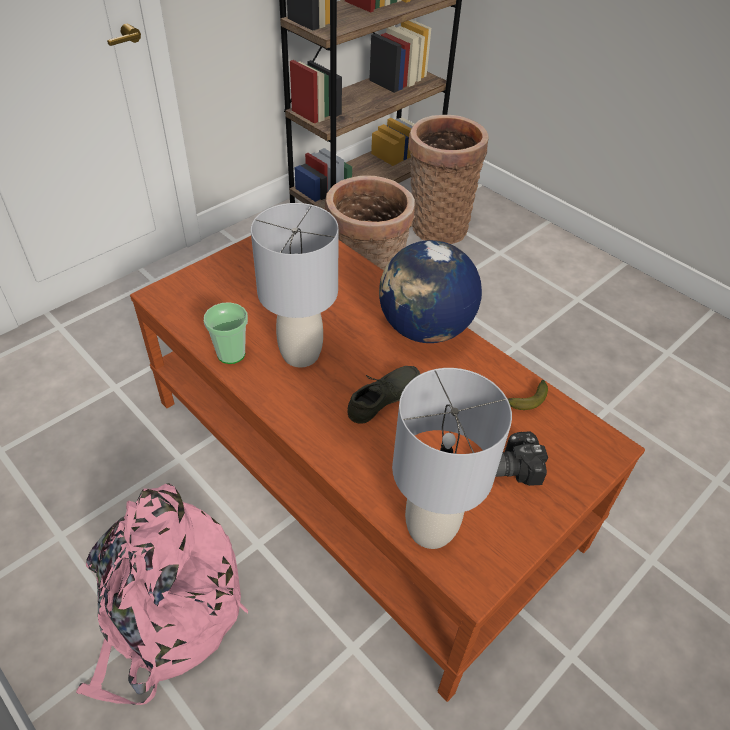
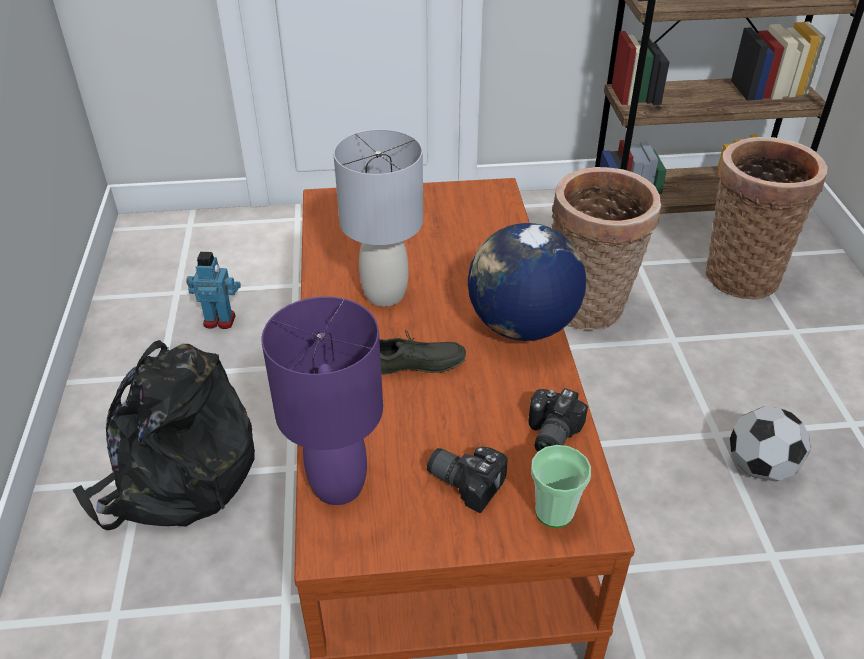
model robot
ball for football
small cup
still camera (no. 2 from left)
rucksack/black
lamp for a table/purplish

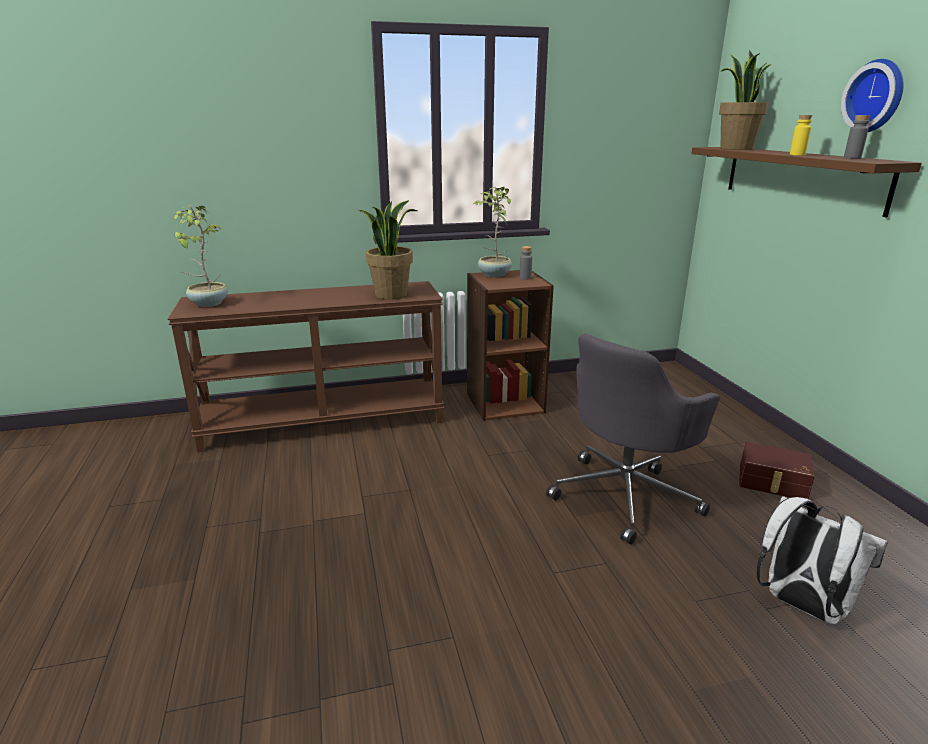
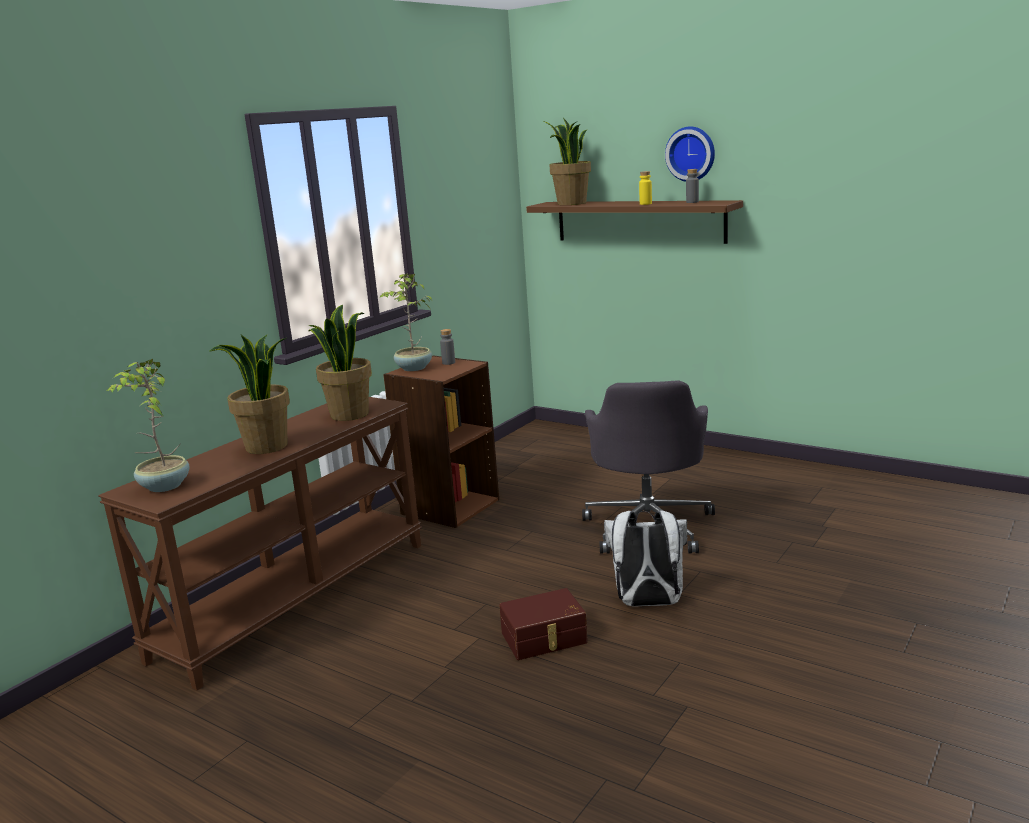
houseplant (no. 2 from left)
storage container/brownish
rucksack/white

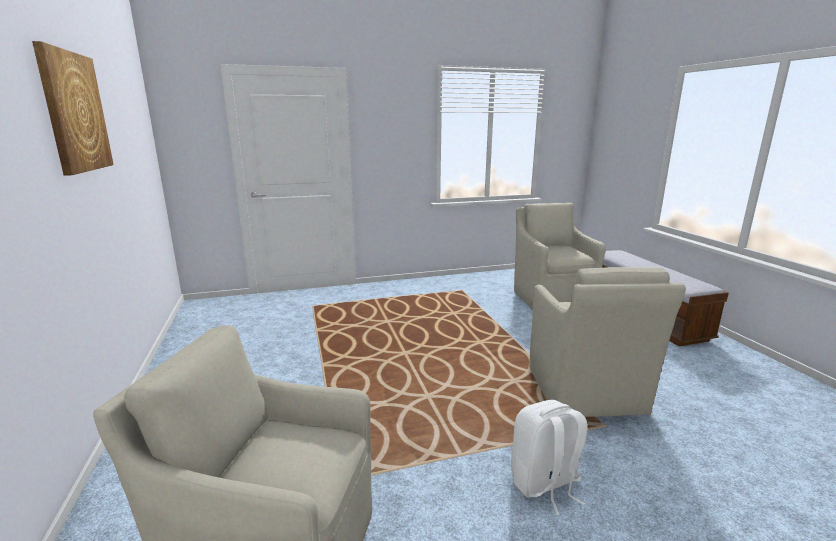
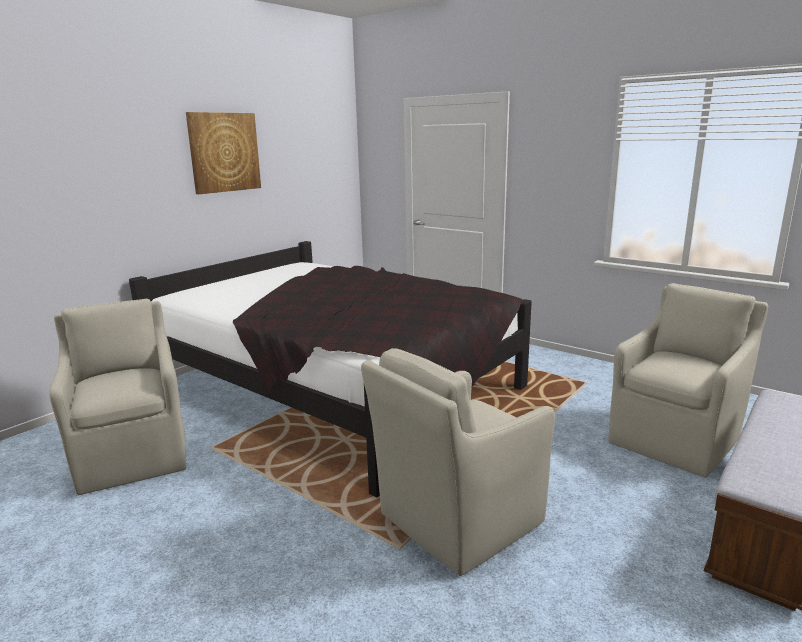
rucksack/white
bedroom bed/black

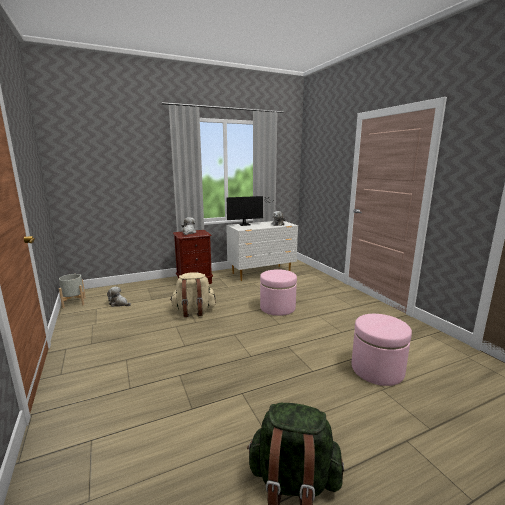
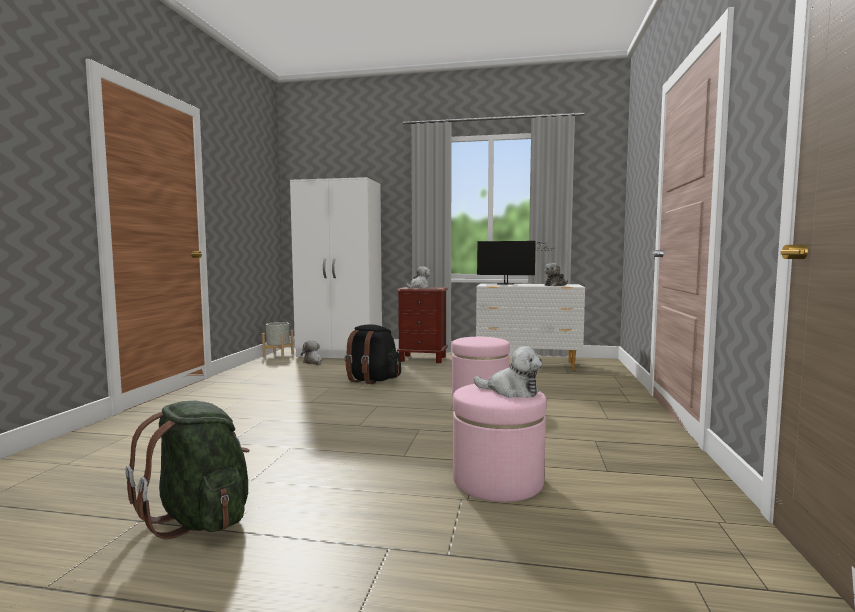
wardrobe/white
cuddly toy (no. 3 from left)
rucksack/black

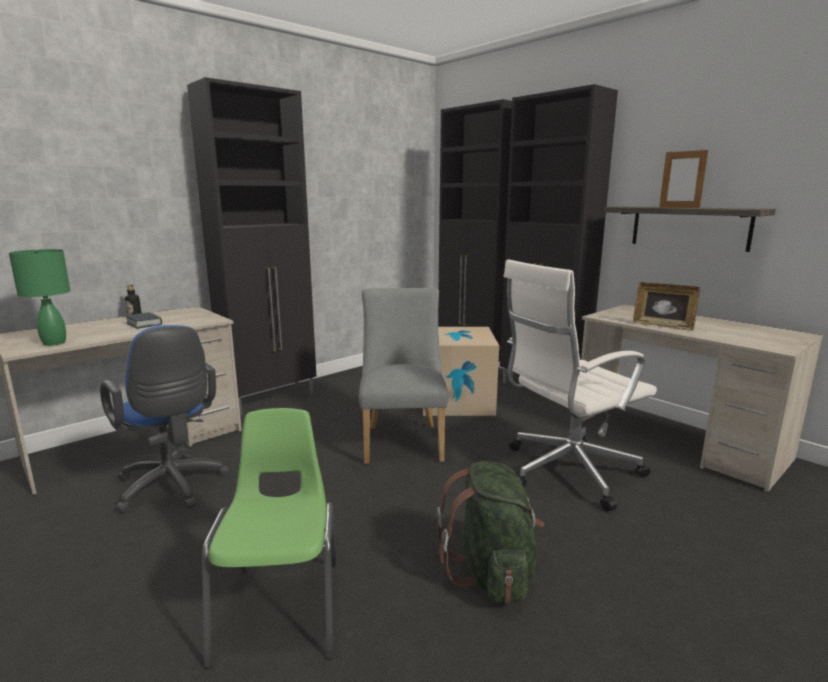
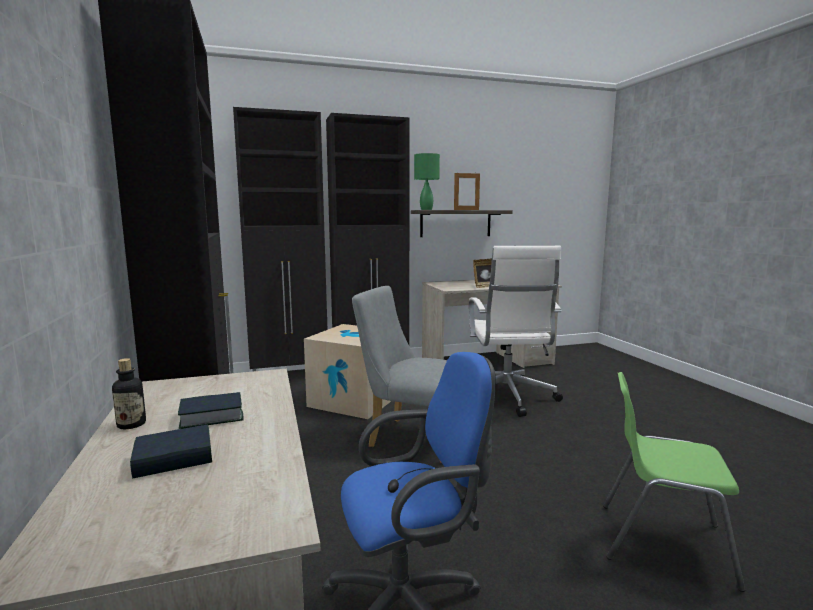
rucksack/green-coloured
book (no. 1 from left)
lamp for a table/green-coloured

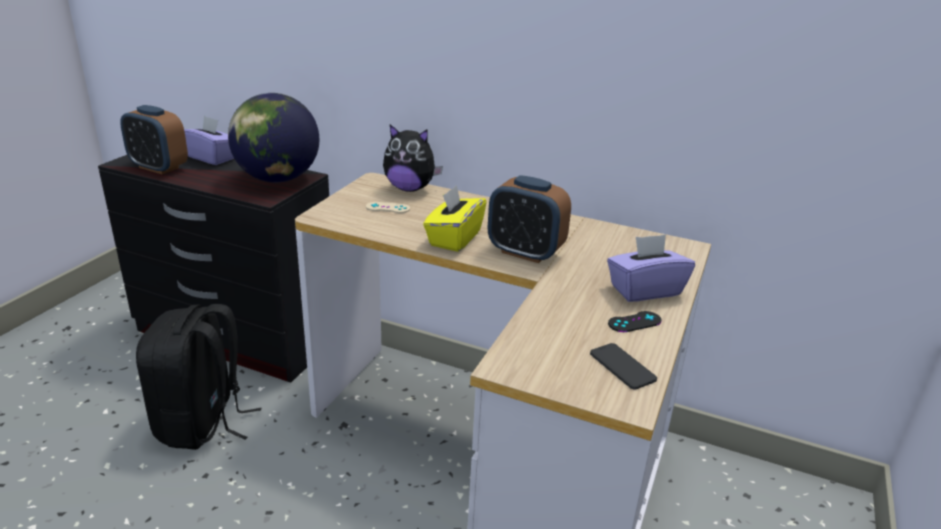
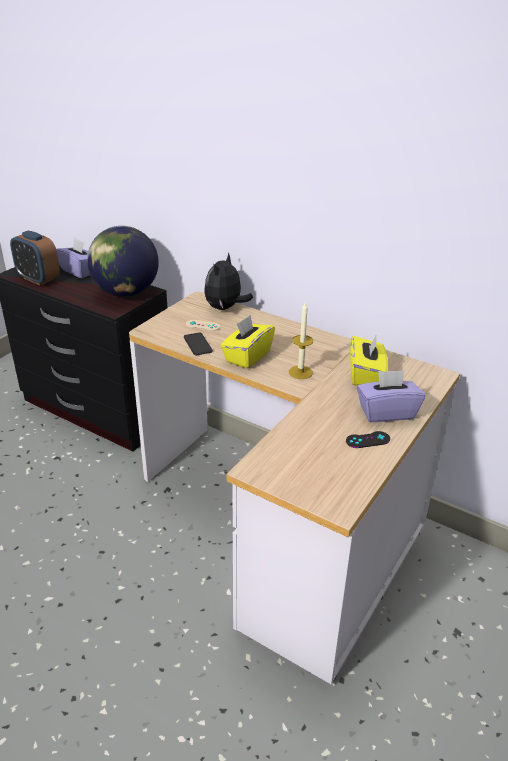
rucksack/black
box of tissues/yellow-coloured (no. 2 from left)
phone
wax light
cuddly toy

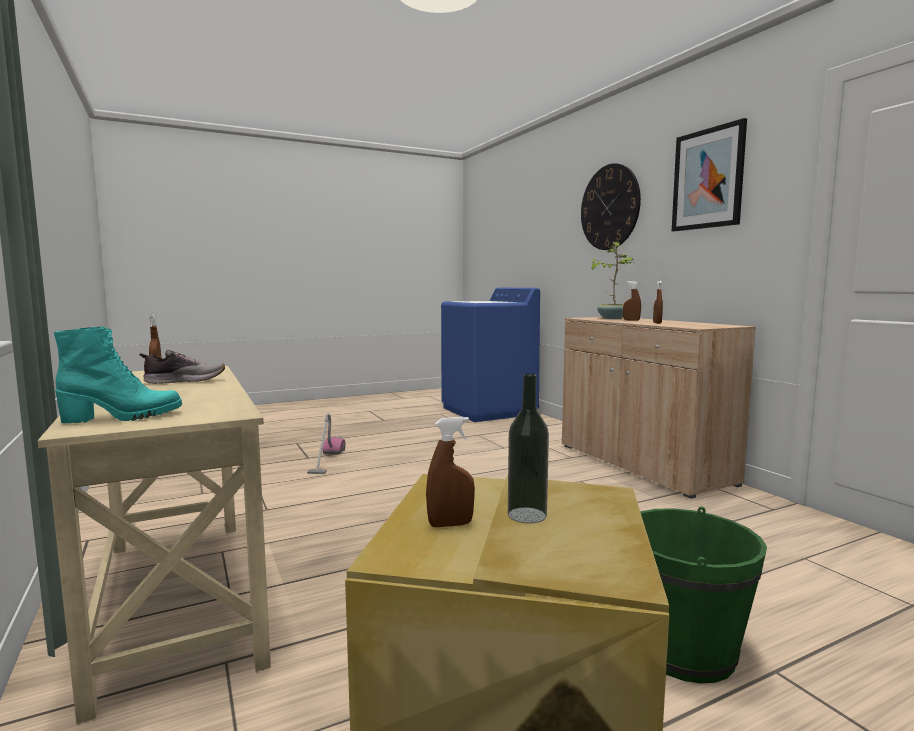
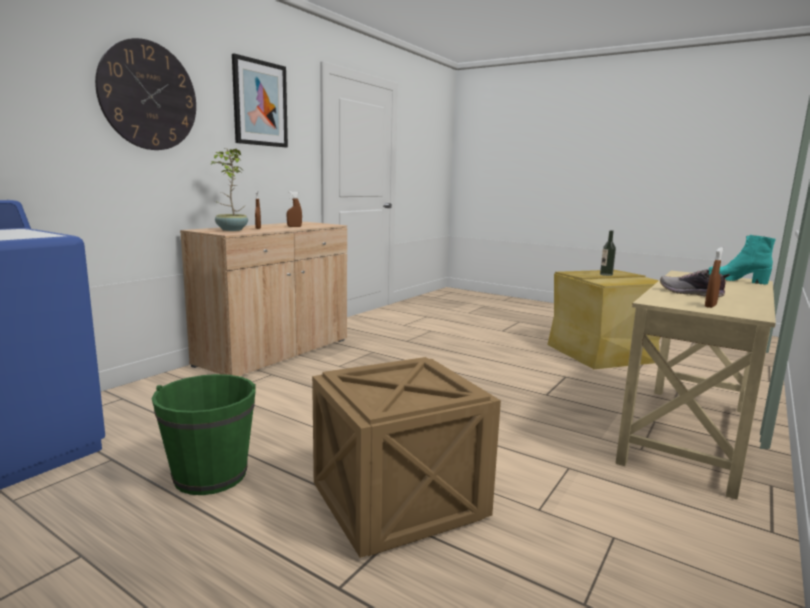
sprayer/brownish (no. 2 from left in the first image)
pail/green-coloured
shipping crate

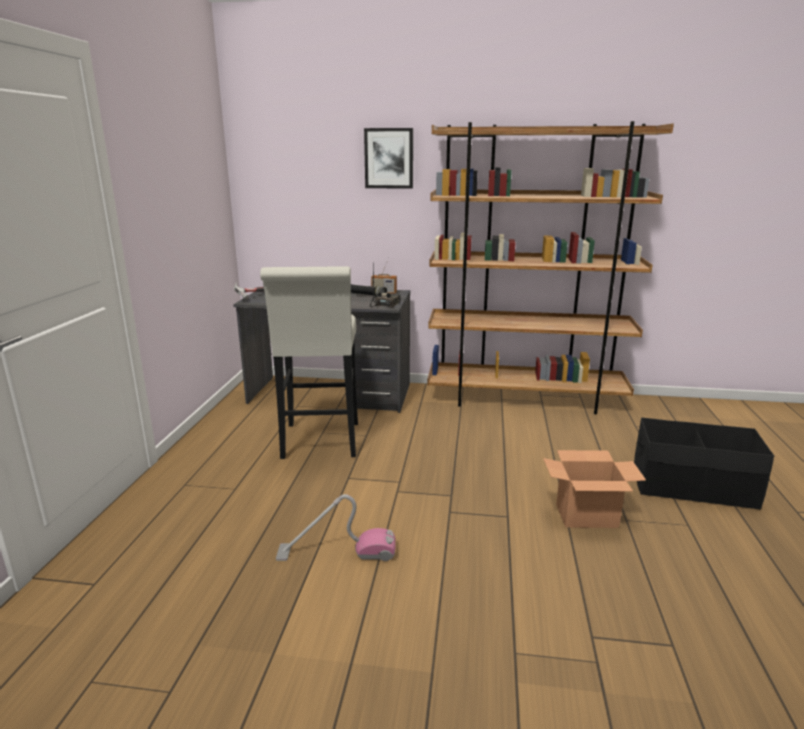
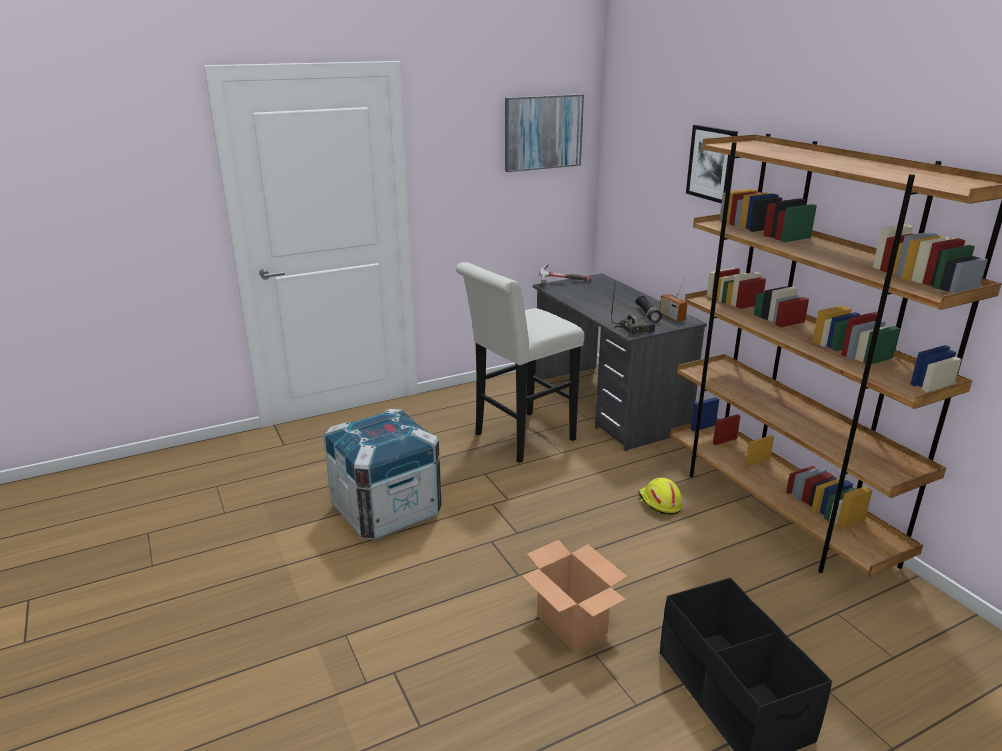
picture (no. 1 from left)
safety helmet/yellow-coloured
shipping crate

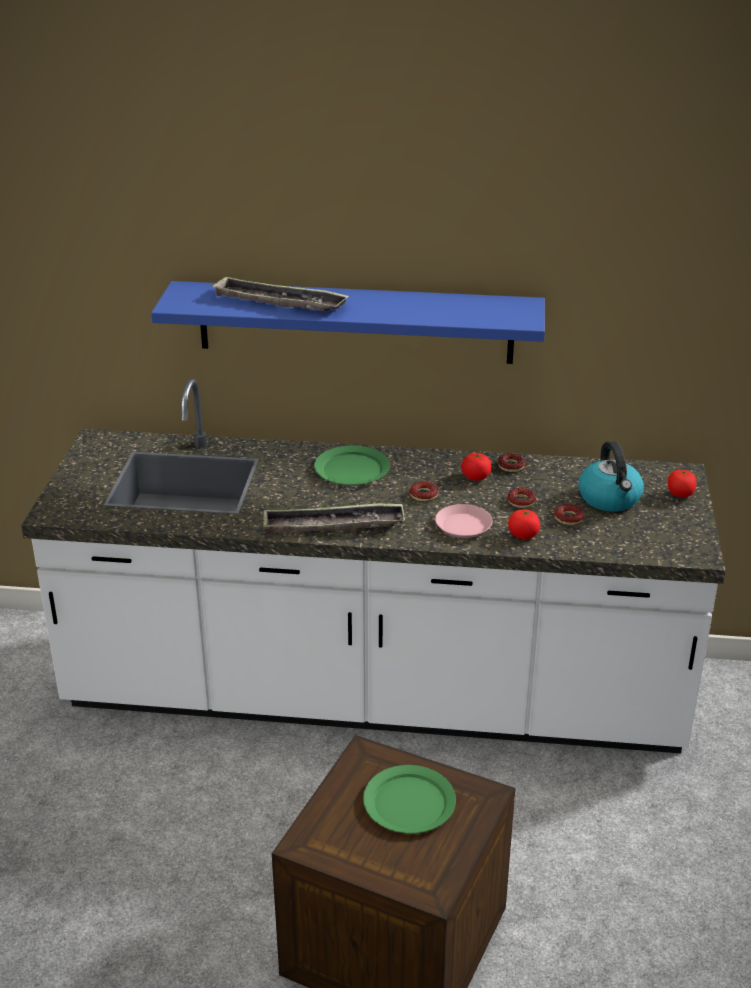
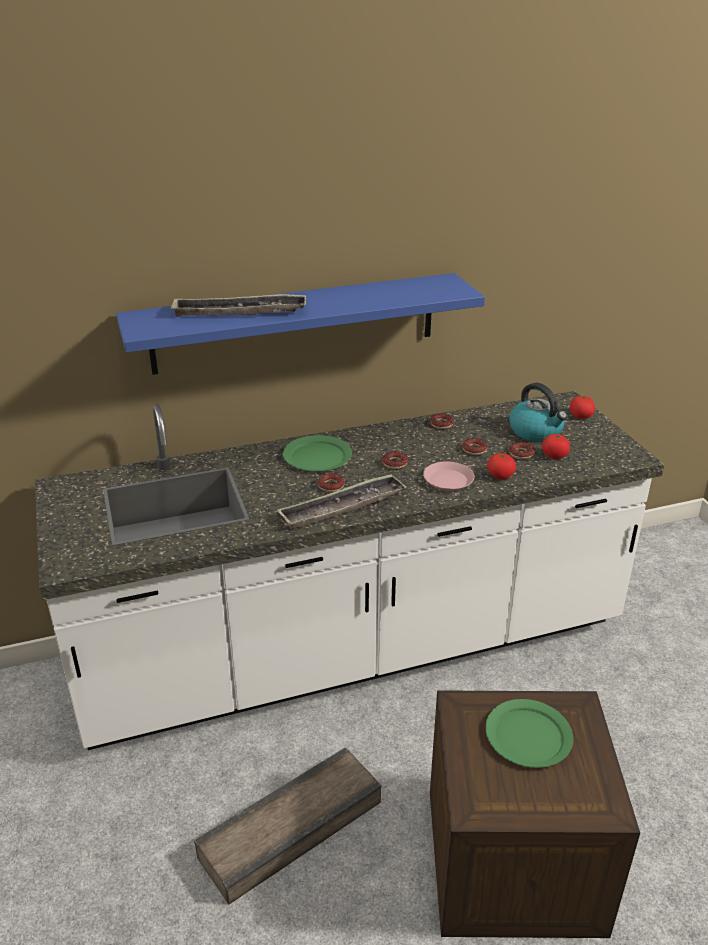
shipping crate (no. 1 from left)
doughnut (no. 1 from left)
fresh tomato (no. 2 from left)

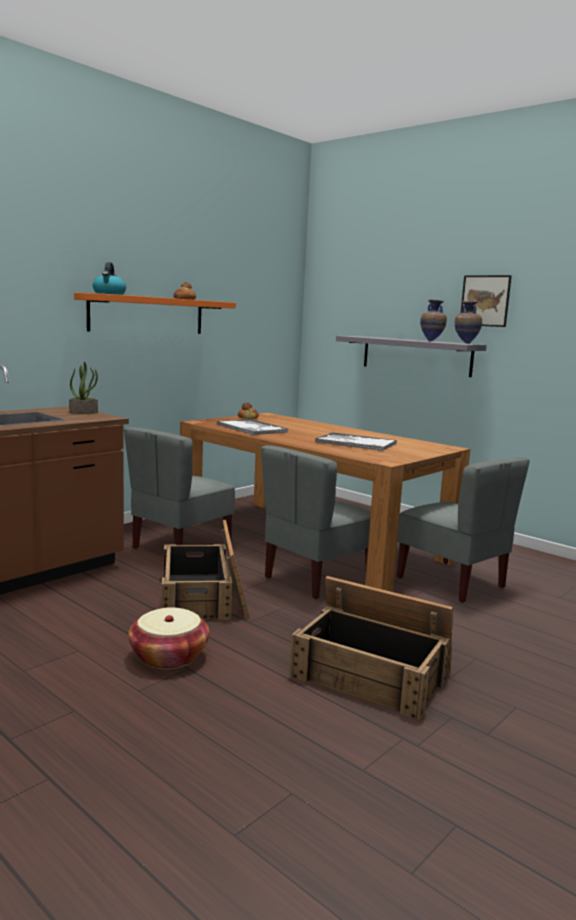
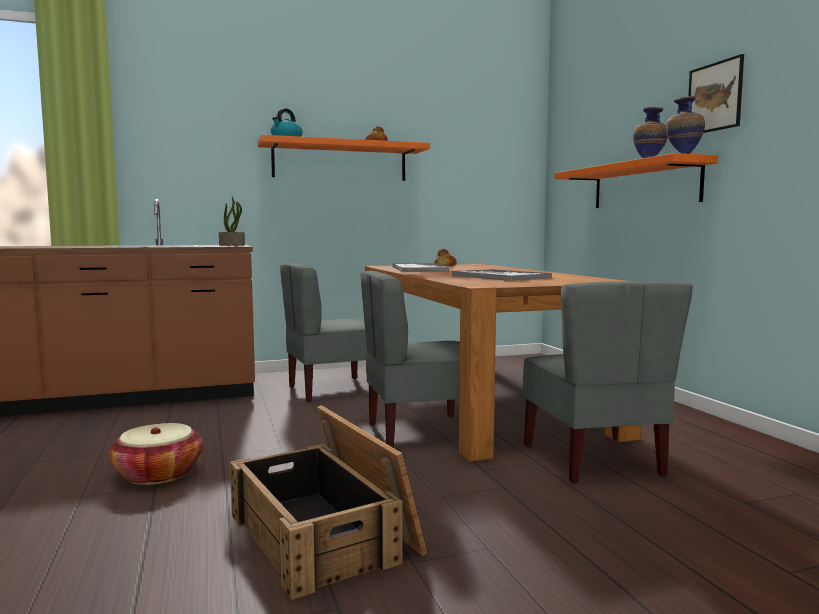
shipping crate (no. 1 from left in the first image)
bracket shelf/orange (no. 2 from left)

